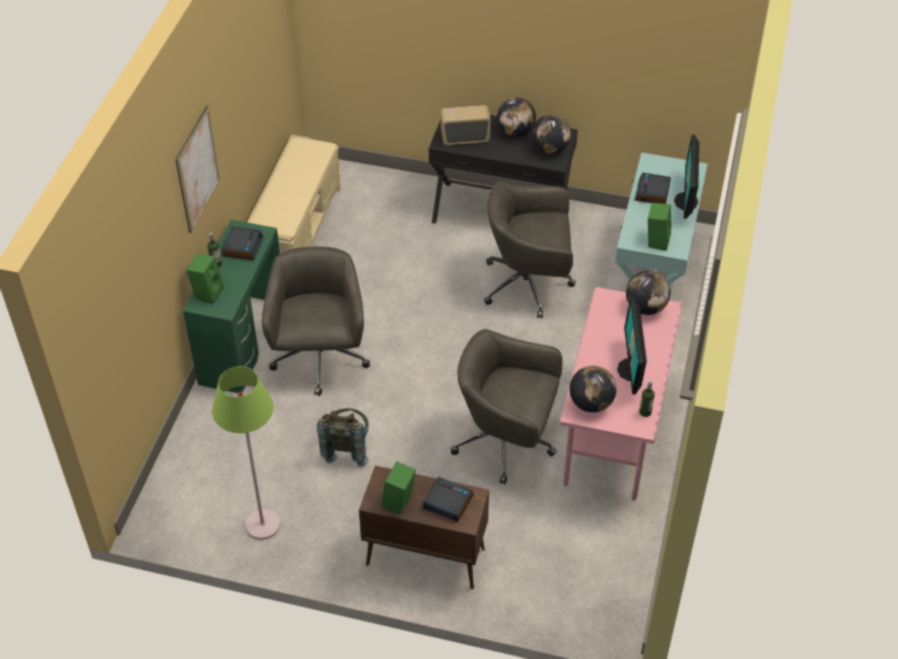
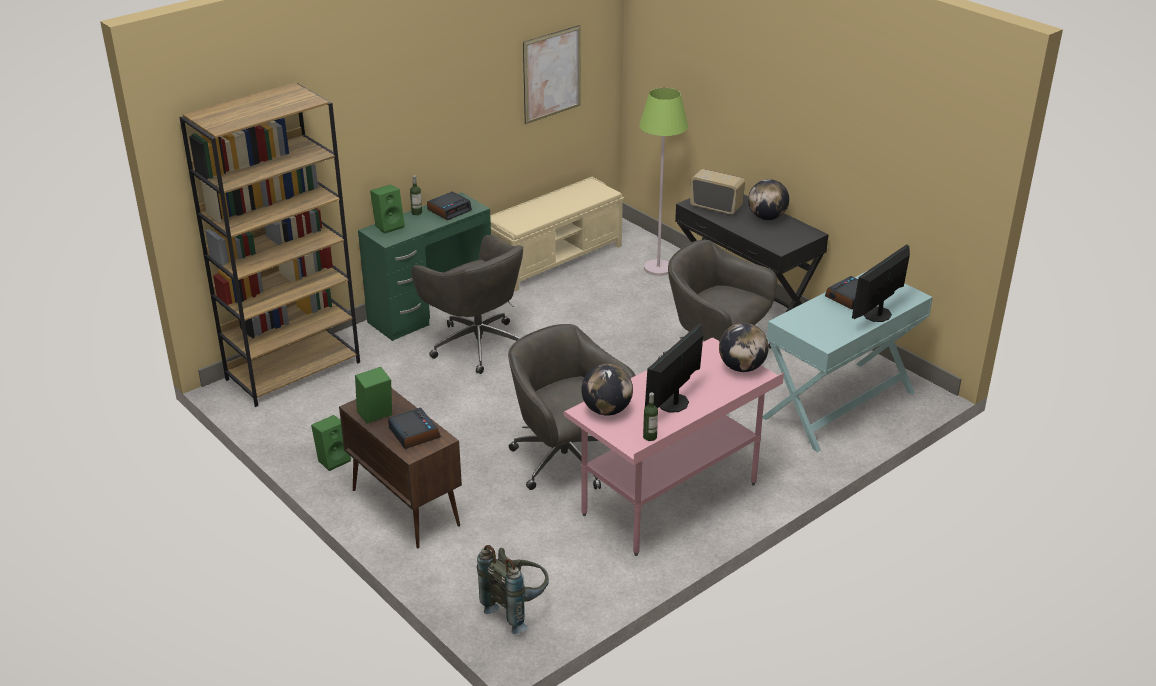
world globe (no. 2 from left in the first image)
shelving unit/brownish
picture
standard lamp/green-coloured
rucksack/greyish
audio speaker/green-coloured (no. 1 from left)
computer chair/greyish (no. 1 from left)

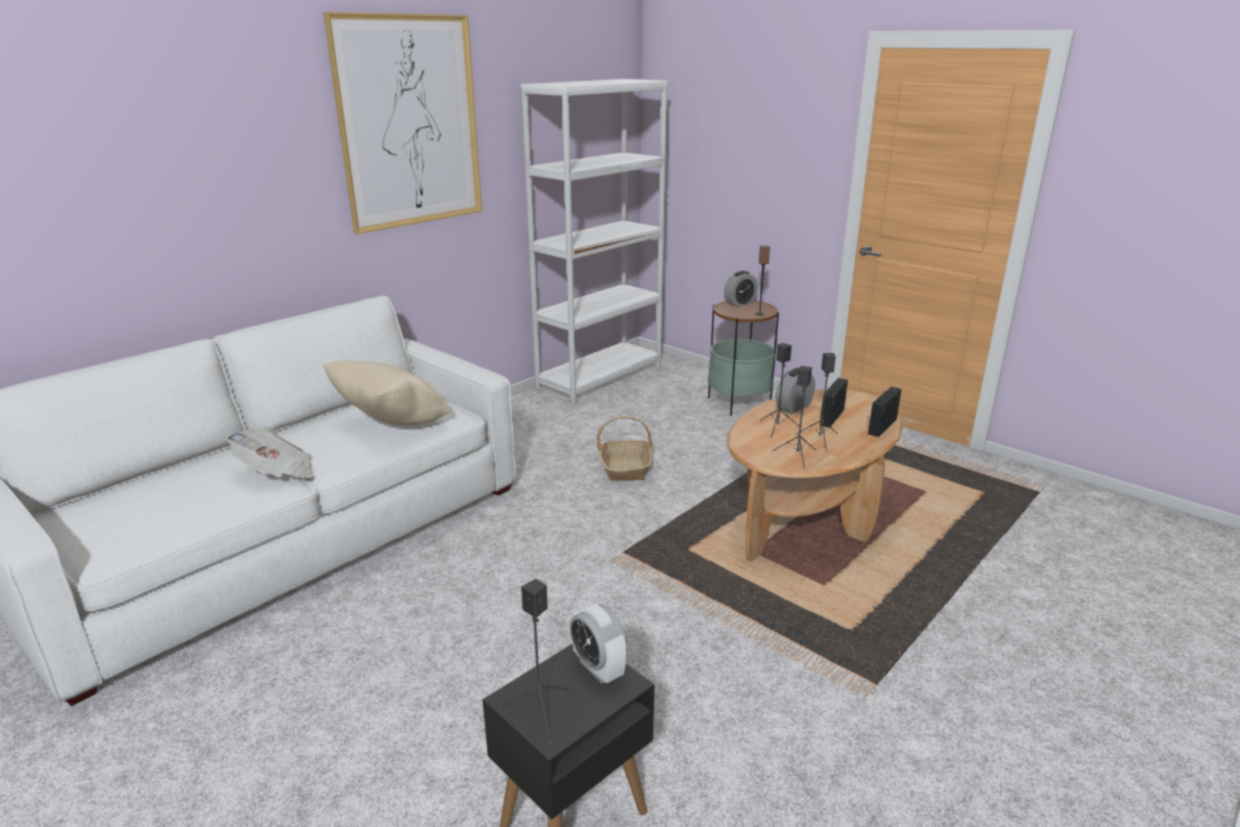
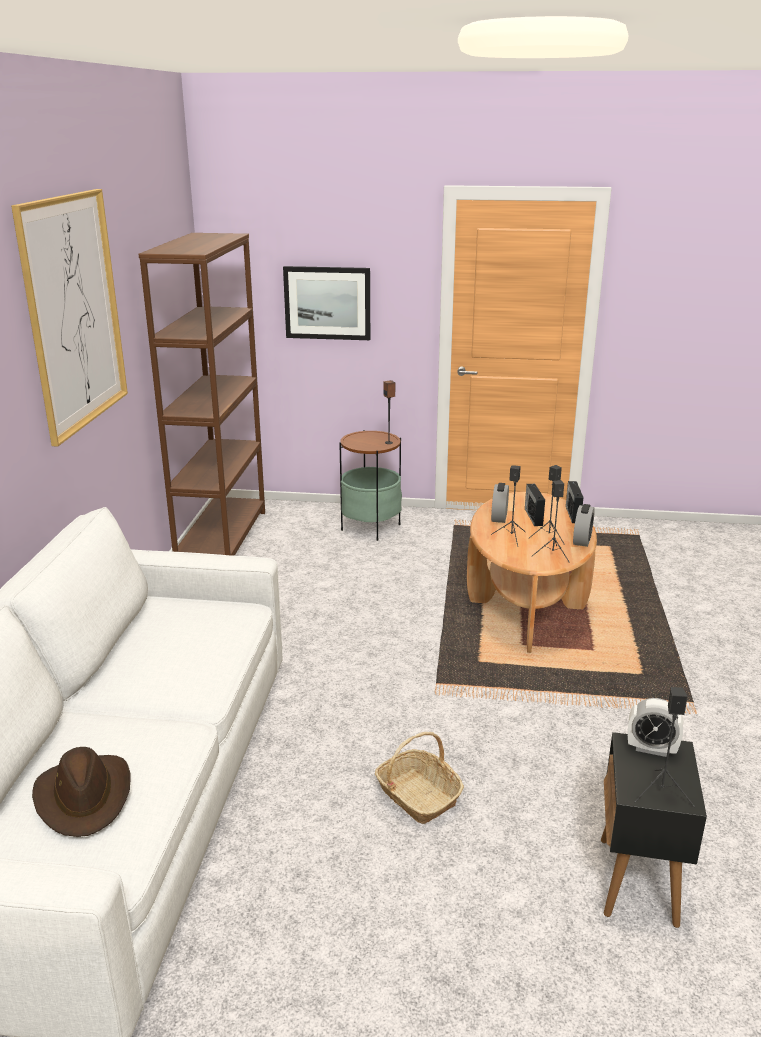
daily paper
pillow/beige
hat/brownish
picture (no. 2 from left)
storage basket
table clock (no. 2 from left)
shelving unit/brownish

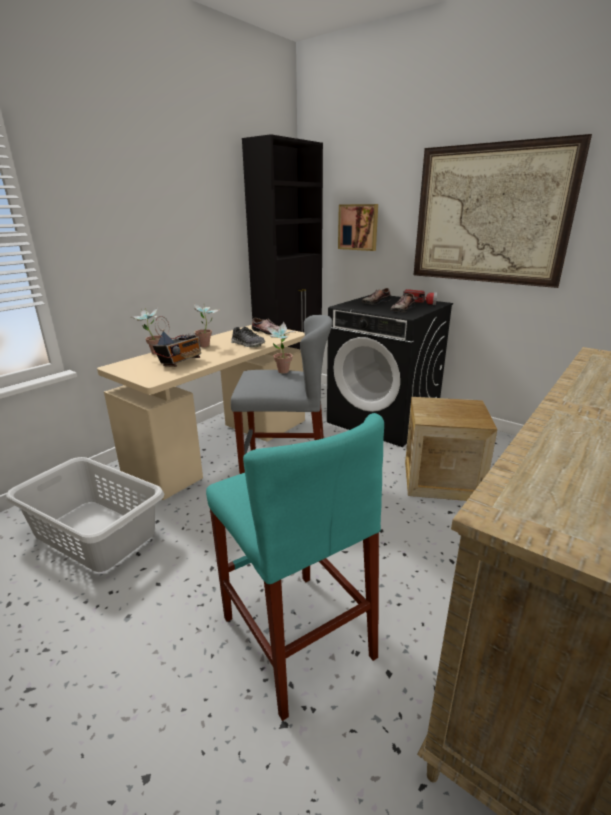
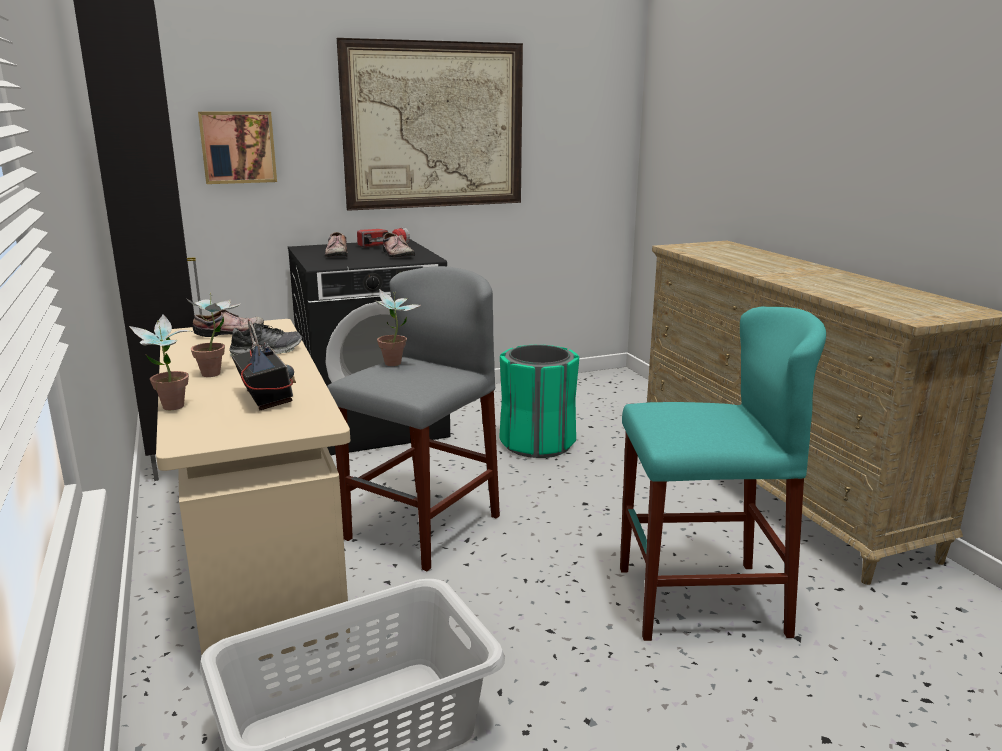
waste bin/green-coloured

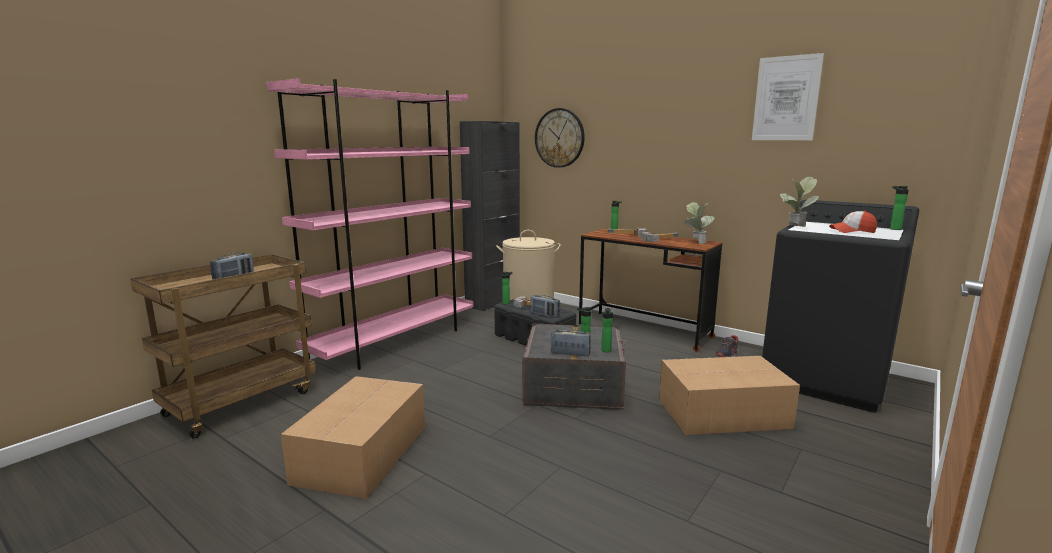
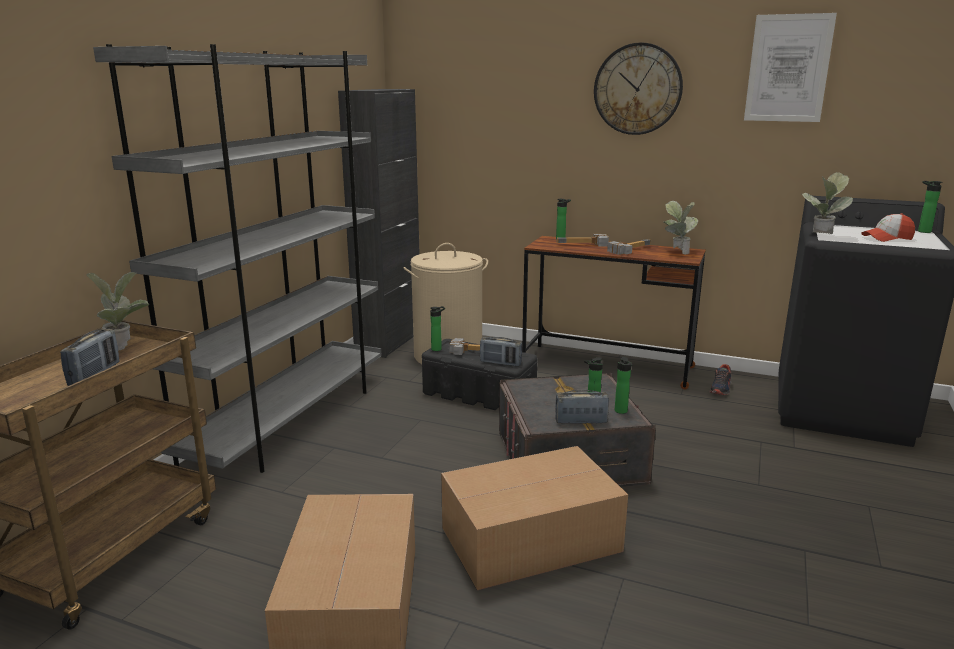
houseplant (no. 1 from left)
hanging clock
cardboard box (no. 2 from left)
shelving unit/greyish

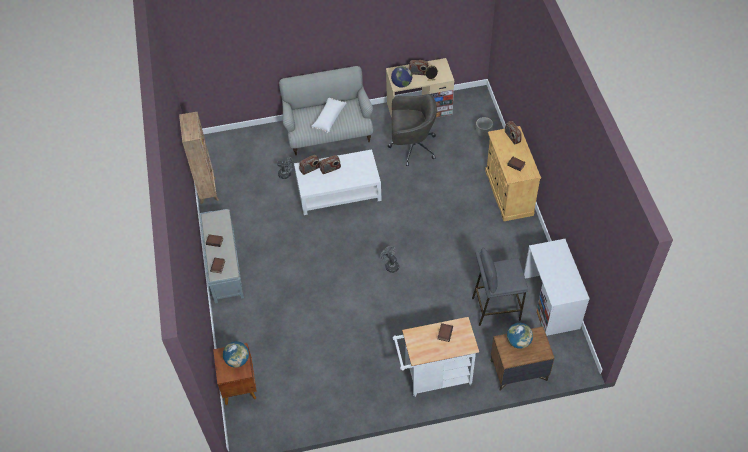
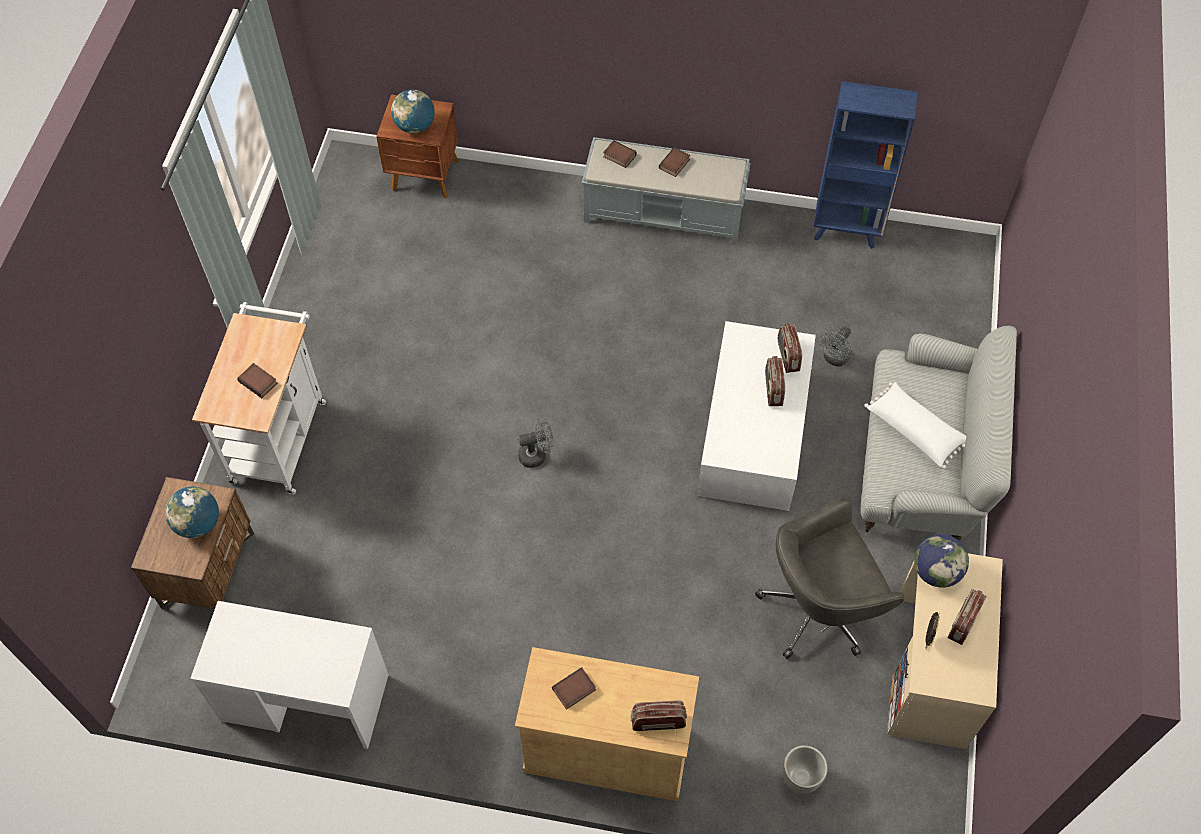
stool seat/greyish
shelving unit/blue
computer chair/greyish

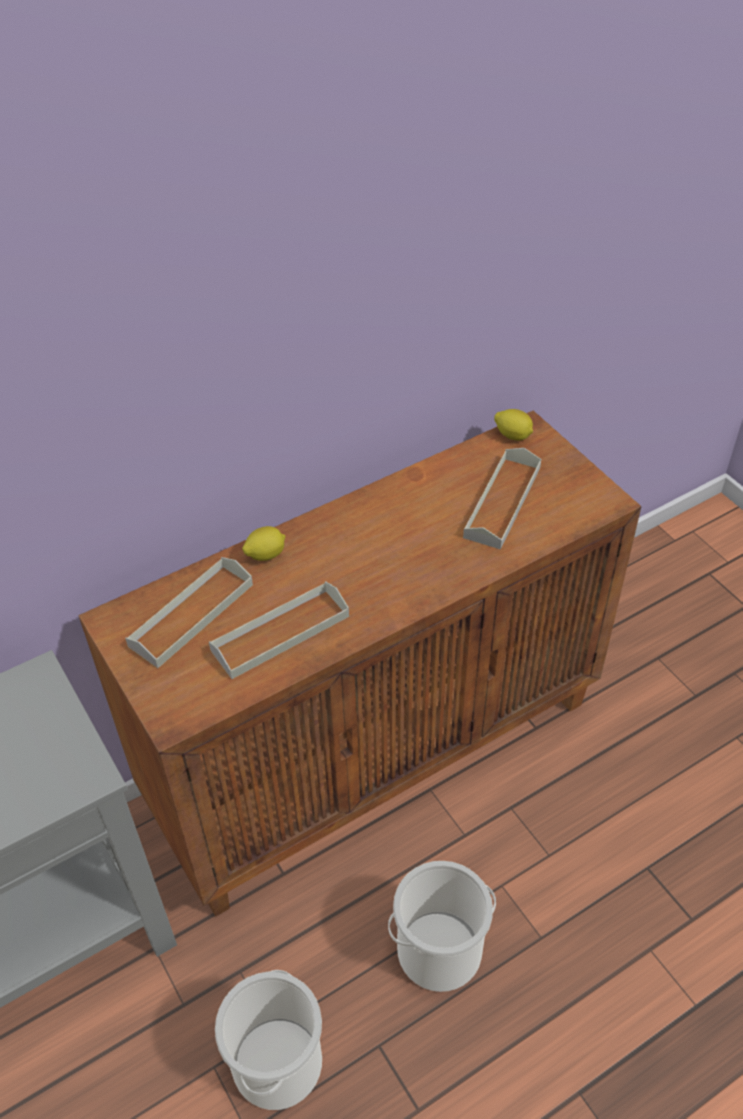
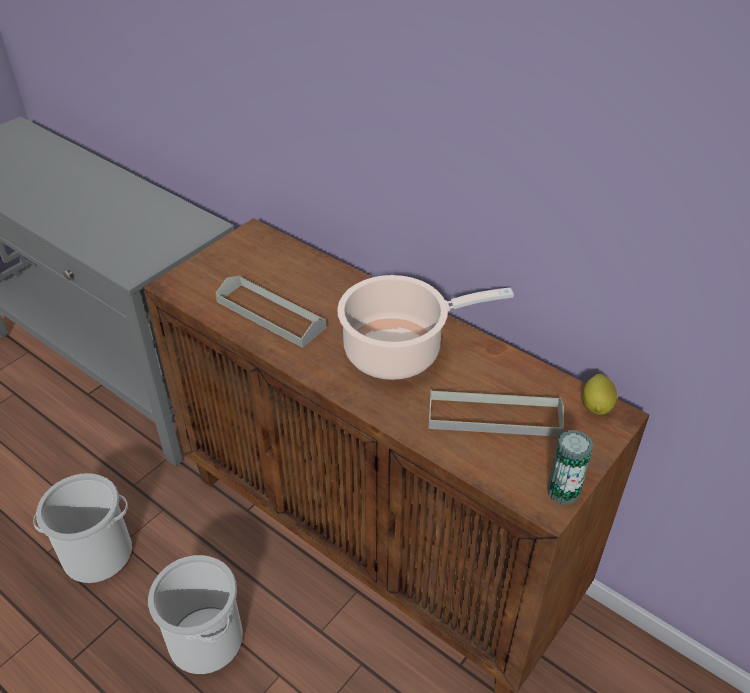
carrying tray/greyish (no. 1 from left in the first image)
whole lemon (no. 1 from left in the first image)
stockpot
sealed can

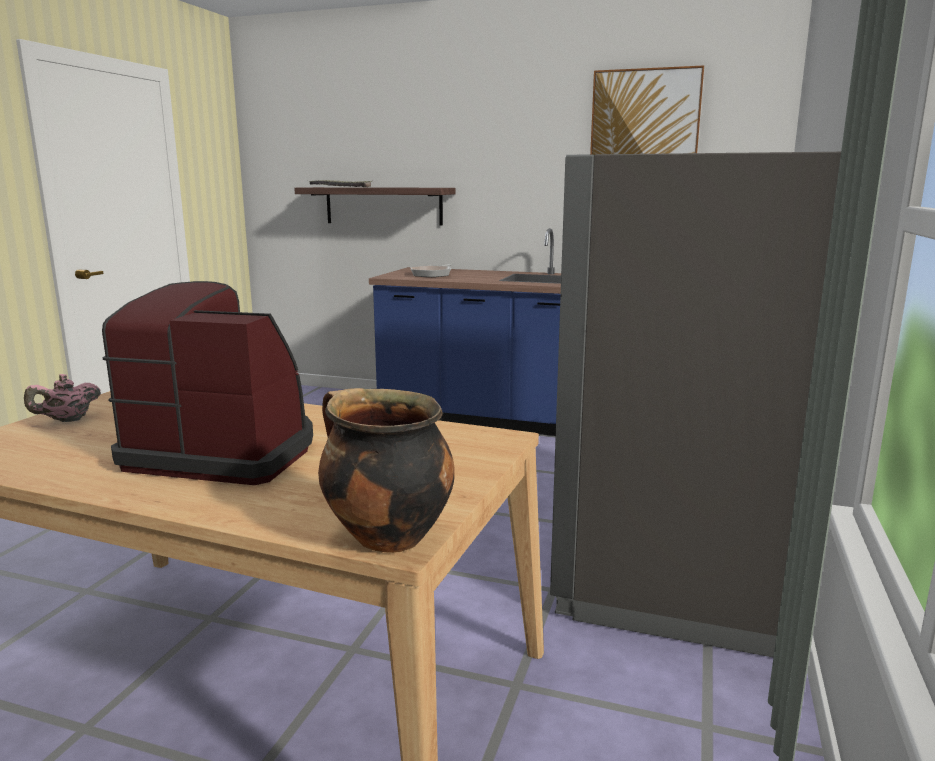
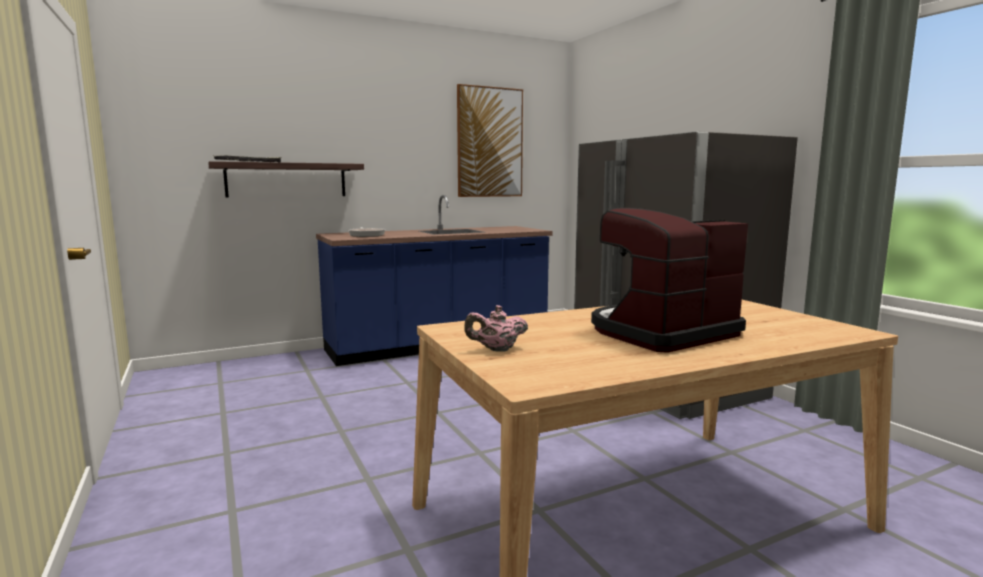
stockpot
tea pot/pink-coloured

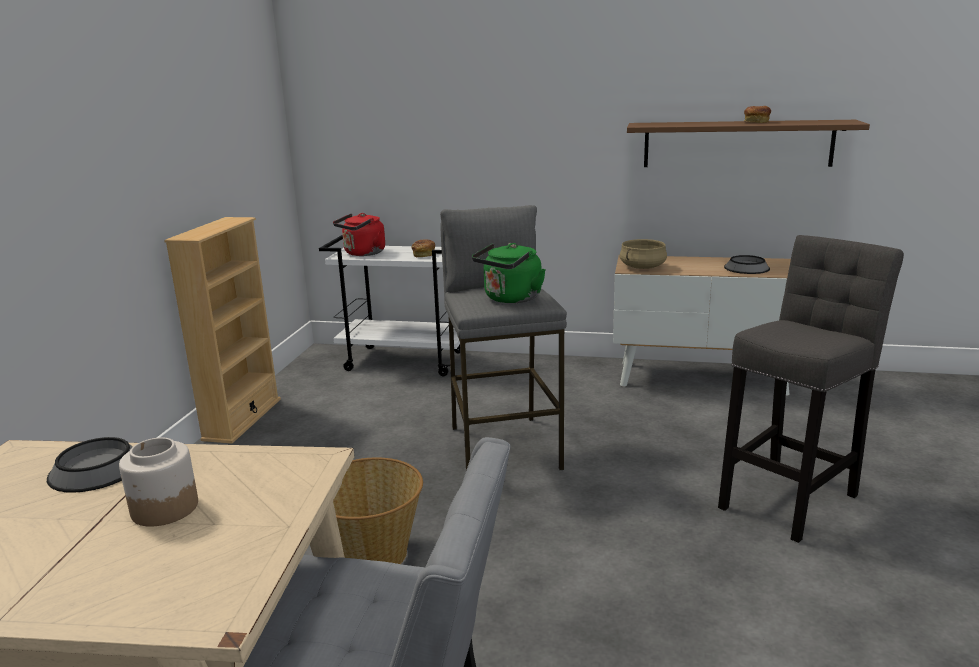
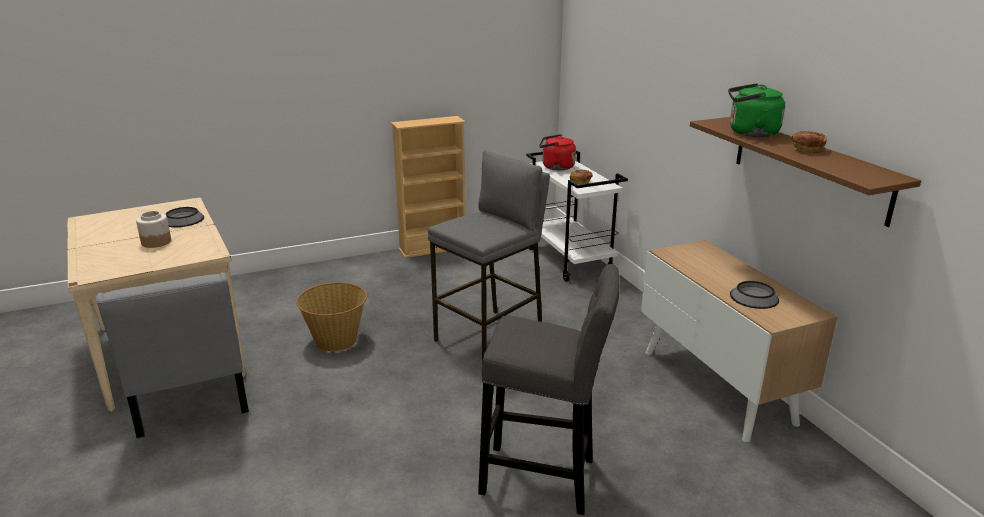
stockpot/beige
tea kettle/green-coloured

